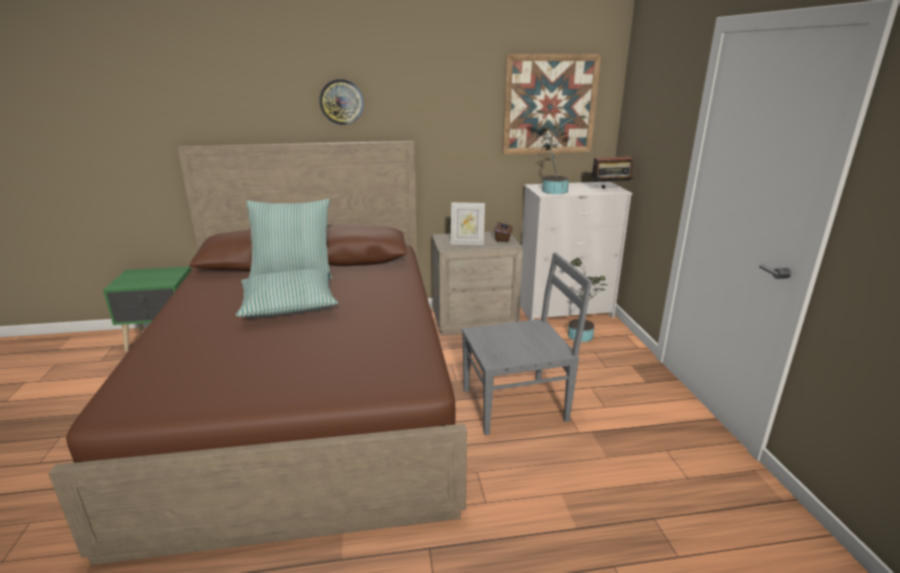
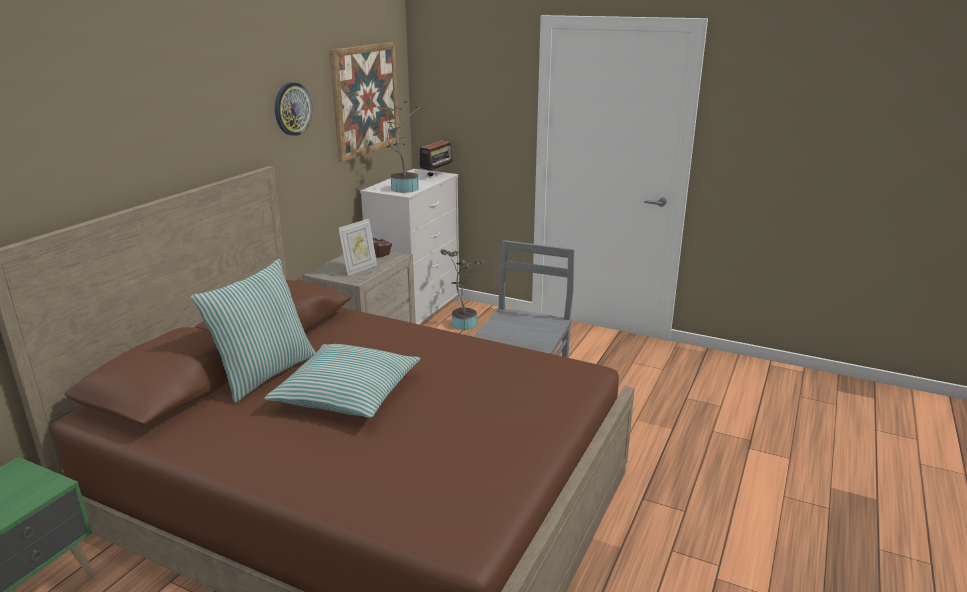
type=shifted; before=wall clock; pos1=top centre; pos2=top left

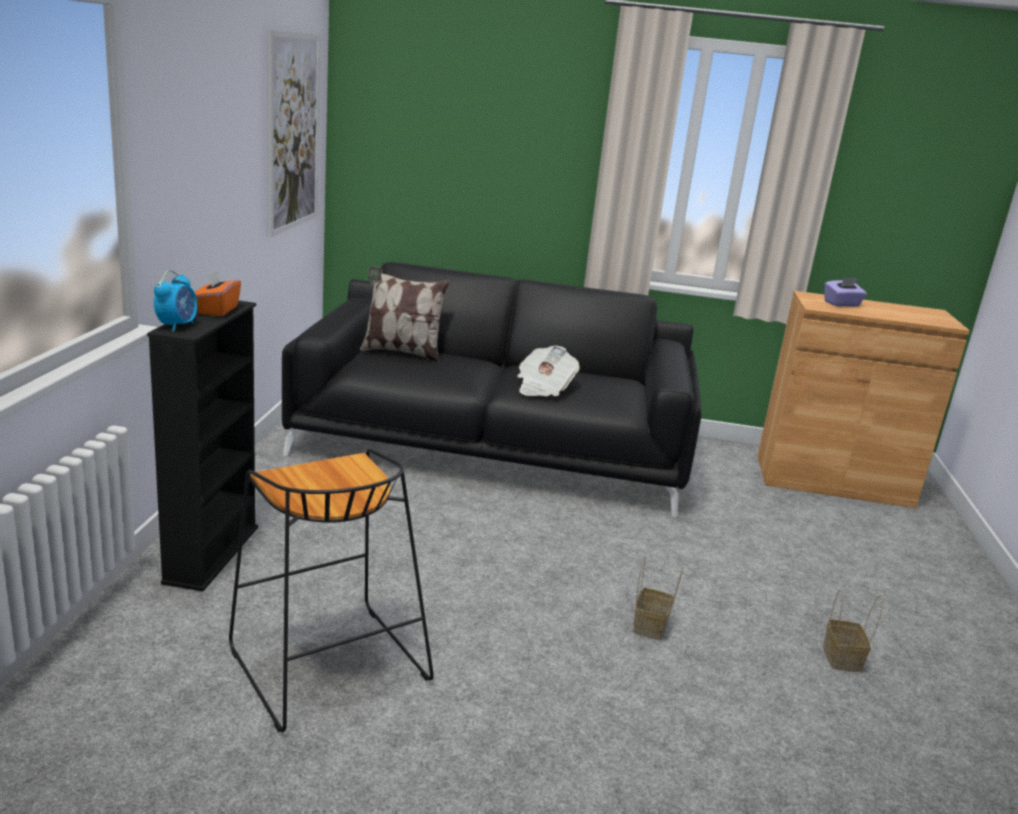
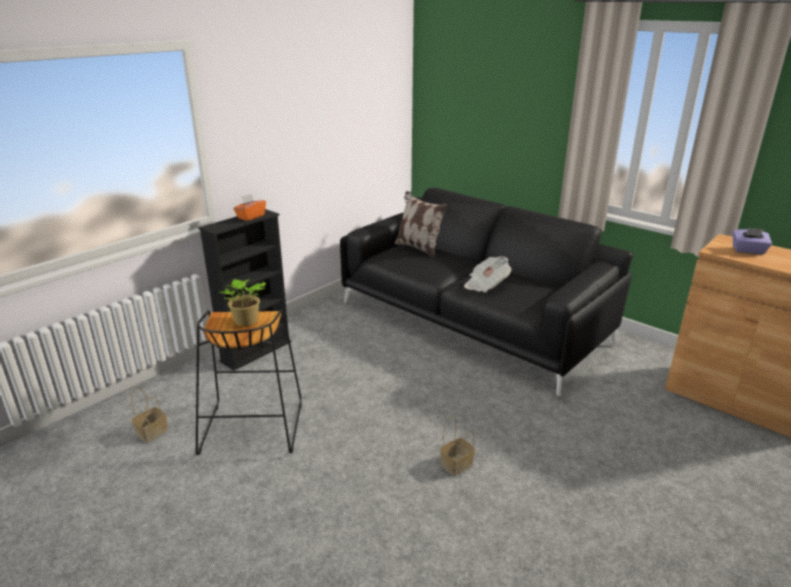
type=shifted; before=basket (no. 2 from left in the first image); after=basket (no. 1 from left); pos1=bottom right; pos2=bottom left
type=new; after=potted plant; pos2=middle left
type=gone; before=alarm clock; pos1=middle left
type=gone; before=picture; pos1=top left

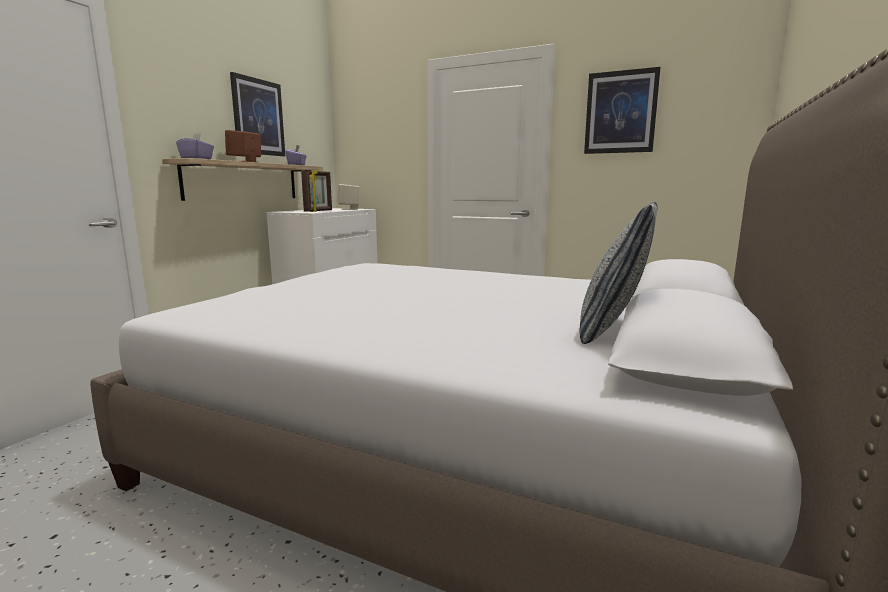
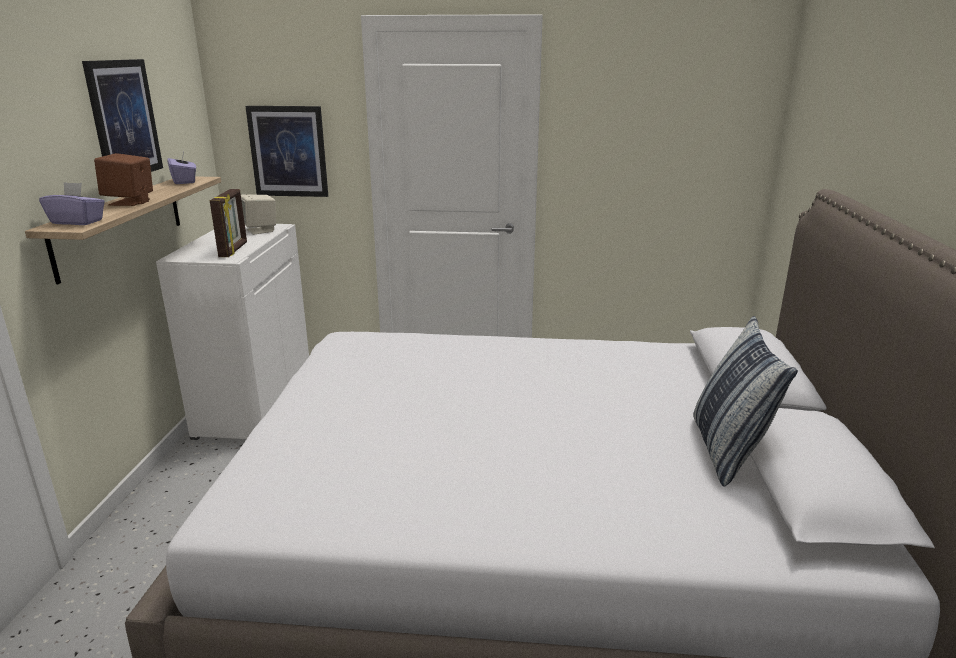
type=shifted; before=picture (no. 2 from left); pos1=top right; pos2=top left

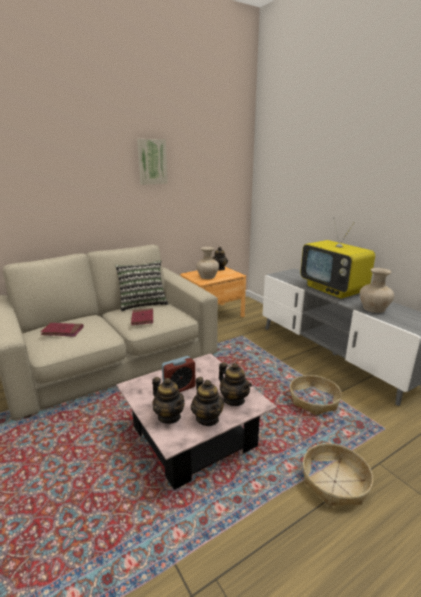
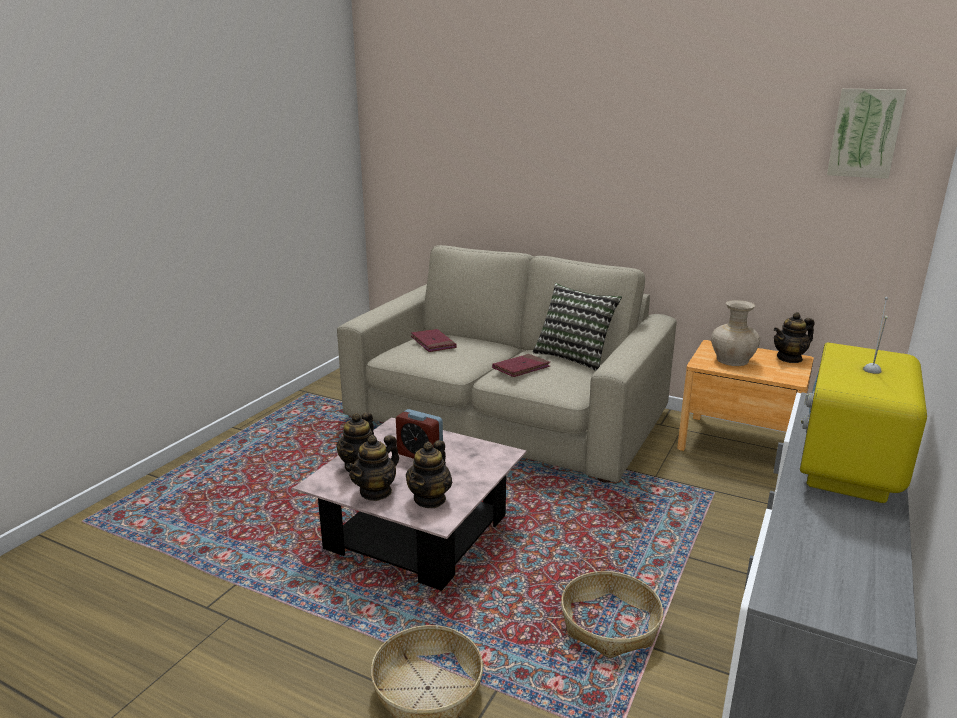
type=shifted; before=picture; pos1=top centre; pos2=top right
type=gone; before=beige vase (no. 2 from left); pos1=middle right

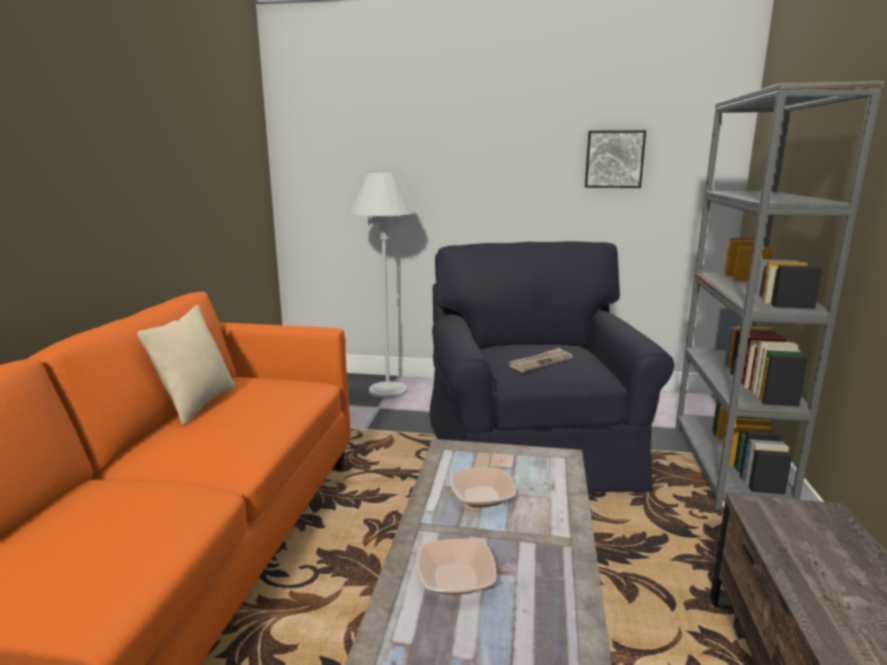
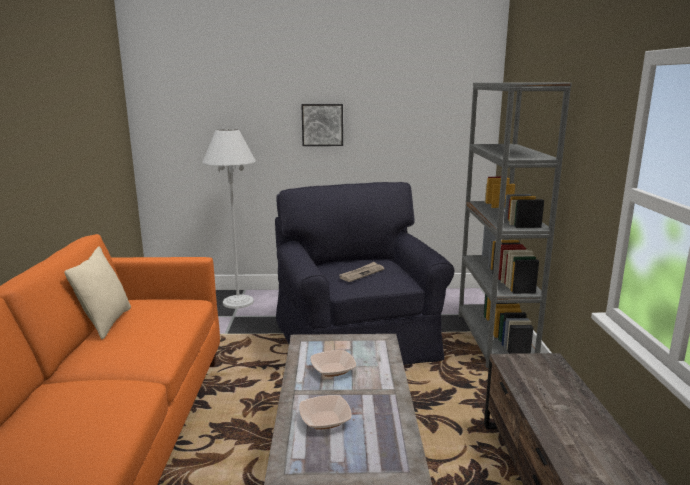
type=shifted; before=picture; pos1=top right; pos2=top centre

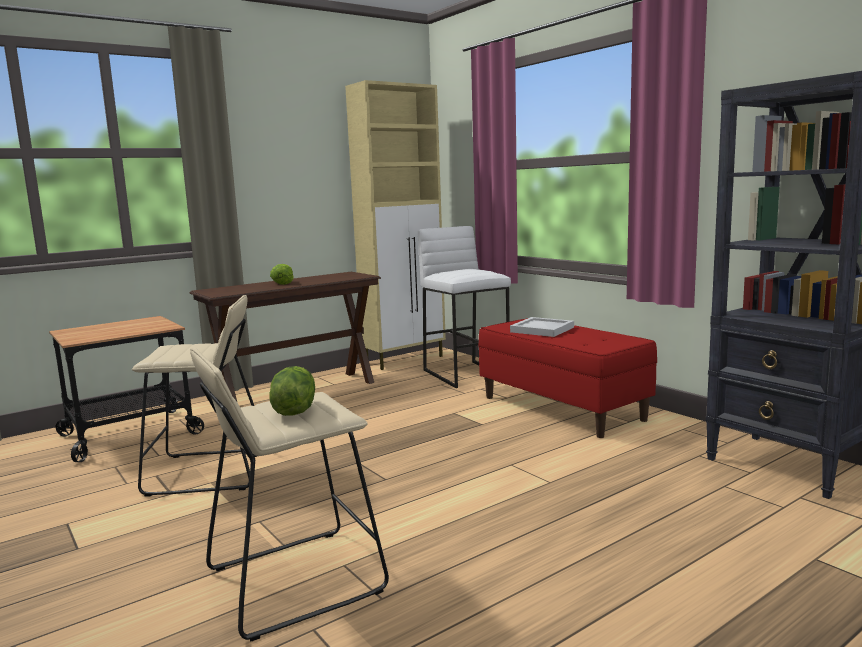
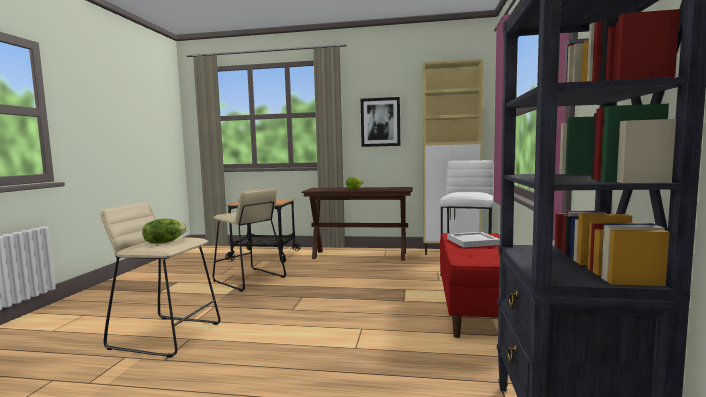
type=new; after=picture; pos2=top centre

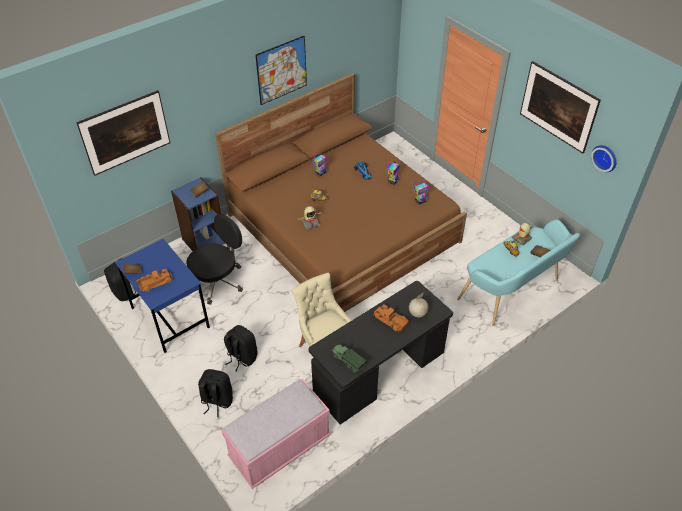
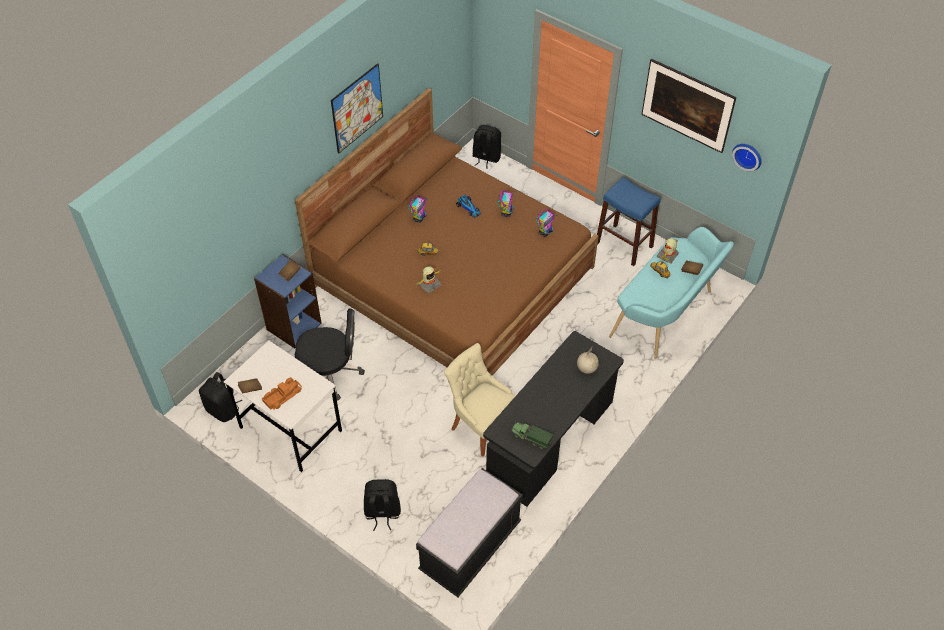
type=repainted; before=blue desk; after=white desk; pos1=middle left; pos2=middle left
type=rotated; before=black office chair; pos1=middle left; pos2=centre; turn=60
type=repainted; before=pink bench; after=black bench; pos1=bottom centre; pos2=bottom centre
type=shifted; before=black backpack (no. 3 from left); pos1=bottom centre; pos2=top centre
type=new; after=blue stool; pos2=centre
type=gone; before=picture (no. 1 from left); pos1=top left
type=gone; before=toy truck (no. 3 from left); pos1=centre

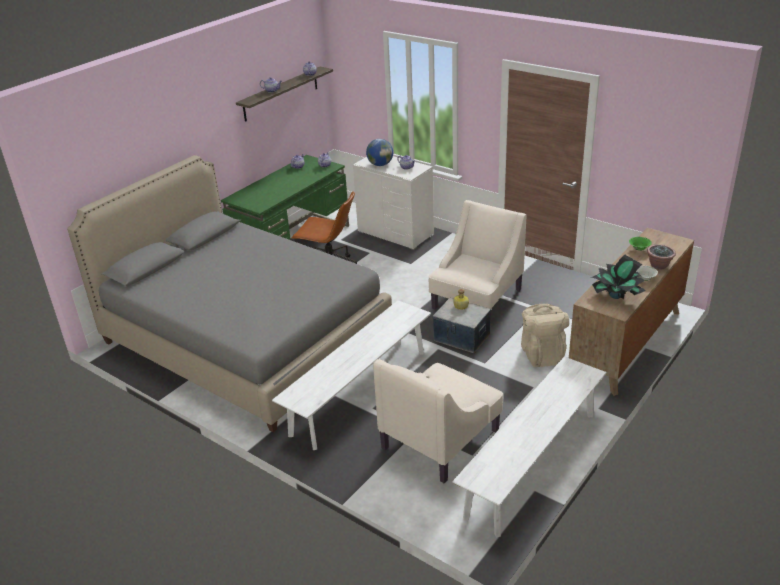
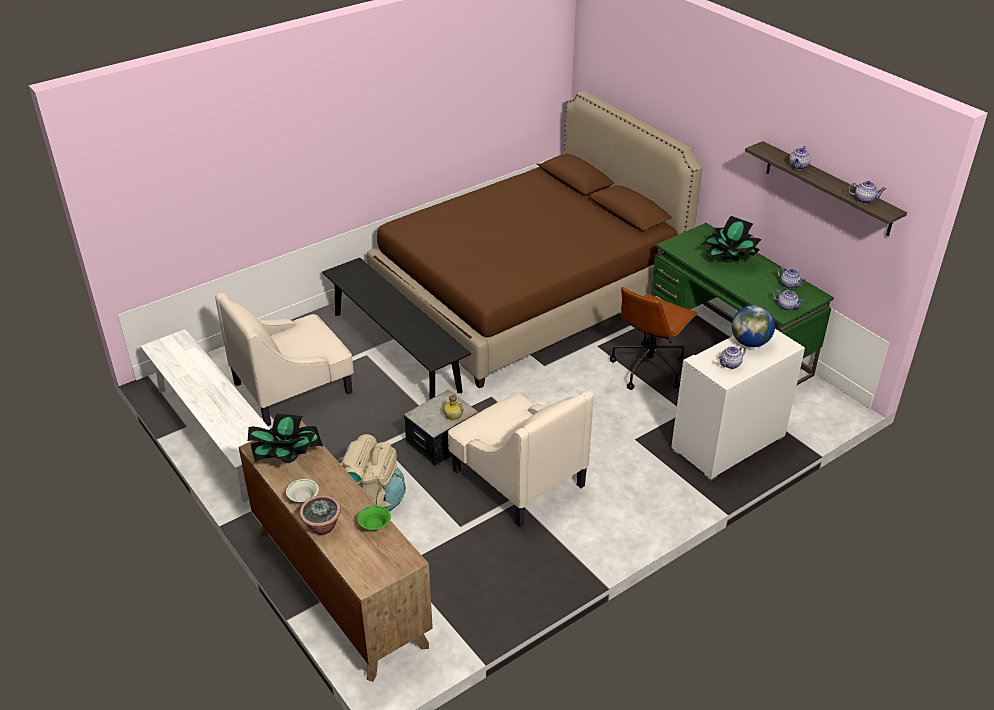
type=rotated; before=beige armchair (no. 1 from left); pos1=bottom centre; pos2=middle left; turn=-90
type=repainted; before=white bench (no. 1 from left); after=black bench; pos1=centre; pos2=centre
type=repainted; before=grey bed; after=brown bed; pos1=middle left; pos2=centre
type=new; after=potted plant (no. 3 from left); pos2=middle right

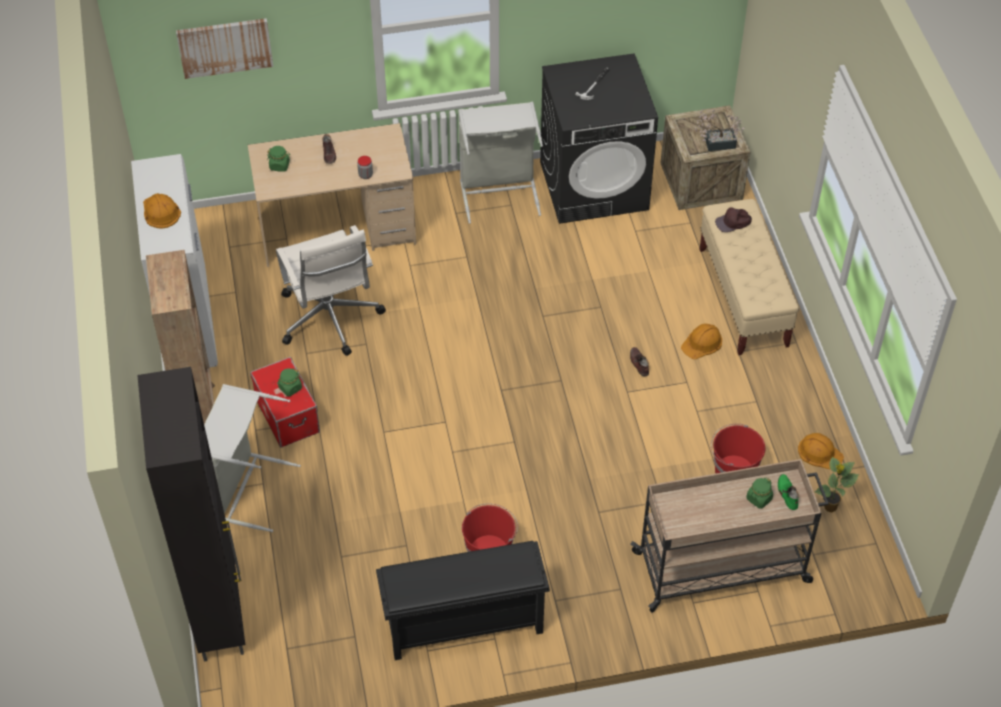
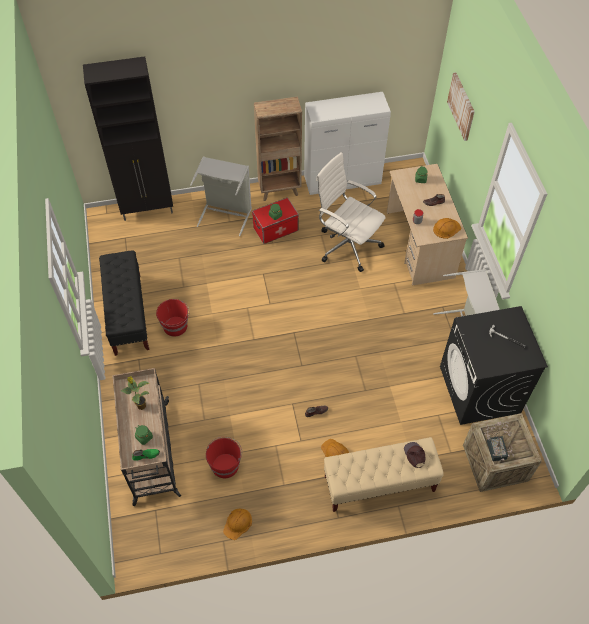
type=swapped; before=black shoe rack; after=black bench; pos1=bottom centre; pos2=middle left
type=shifted; before=potted plant (no. 2 from left in the first image); after=potted plant (no. 1 from left); pos1=bottom right; pos2=middle left
type=rotated; before=white office chair; pos1=middle left; pos2=centre; turn=60
type=shifted; before=orange hard hat (no. 1 from left in the first image); after=orange hard hat (no. 3 from left); pos1=top left; pos2=middle right

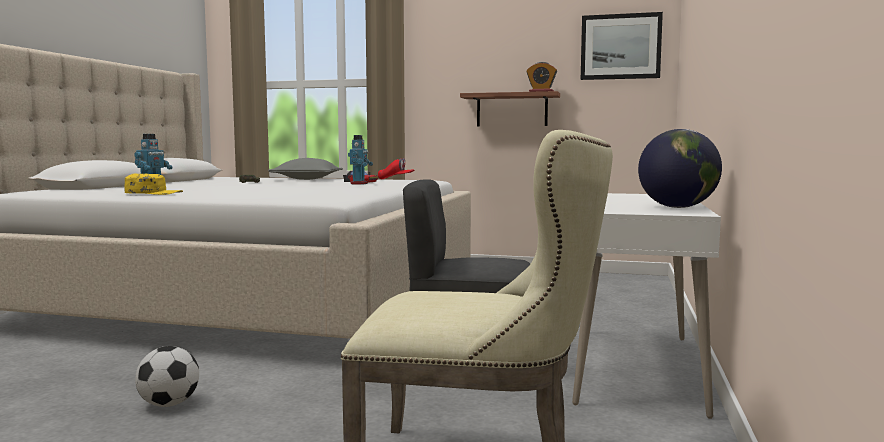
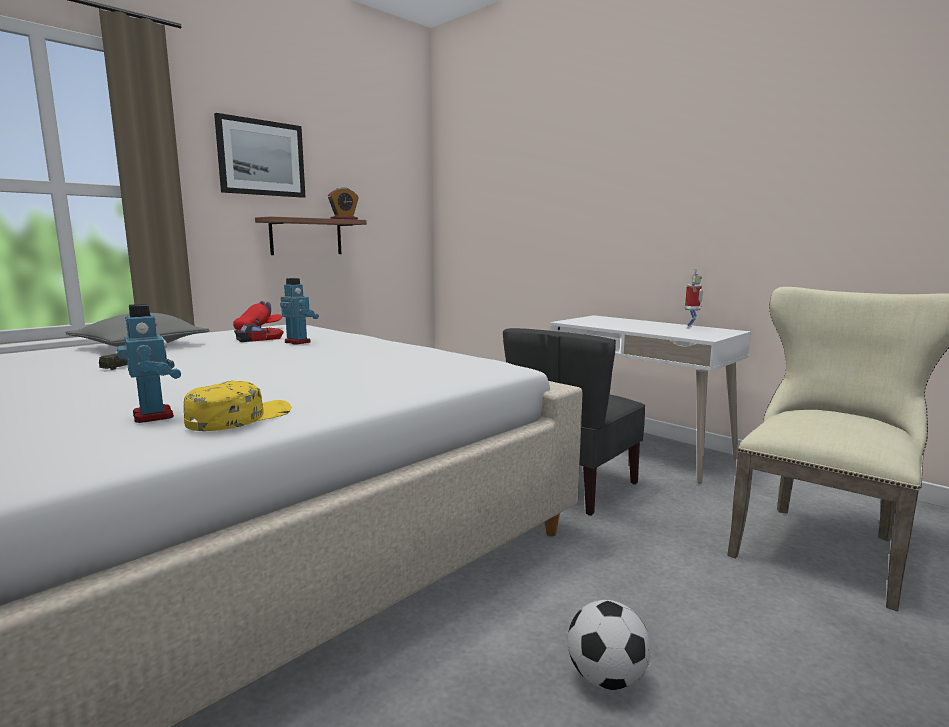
type=shifted; before=picture; pos1=top right; pos2=top left
type=swapped; before=globe; after=toy robot (no. 3 from left); pos1=middle right; pos2=middle right

